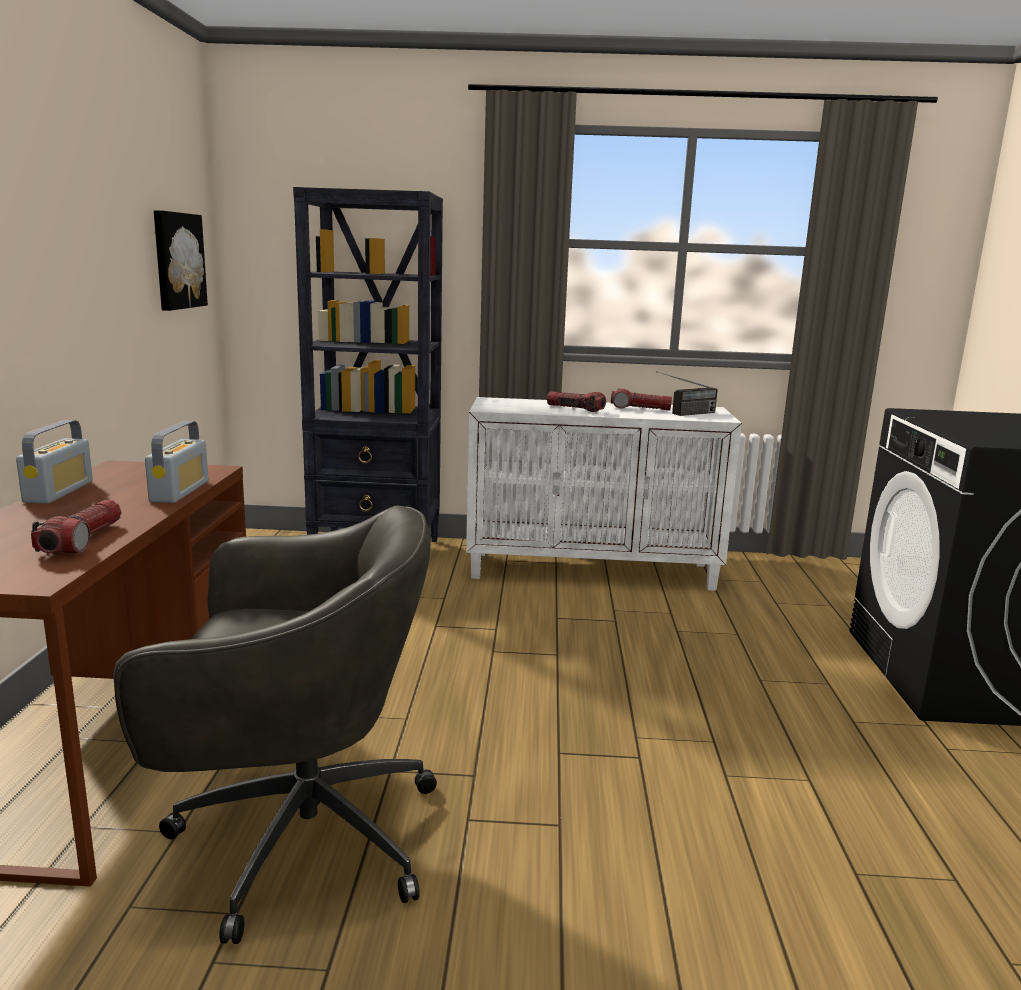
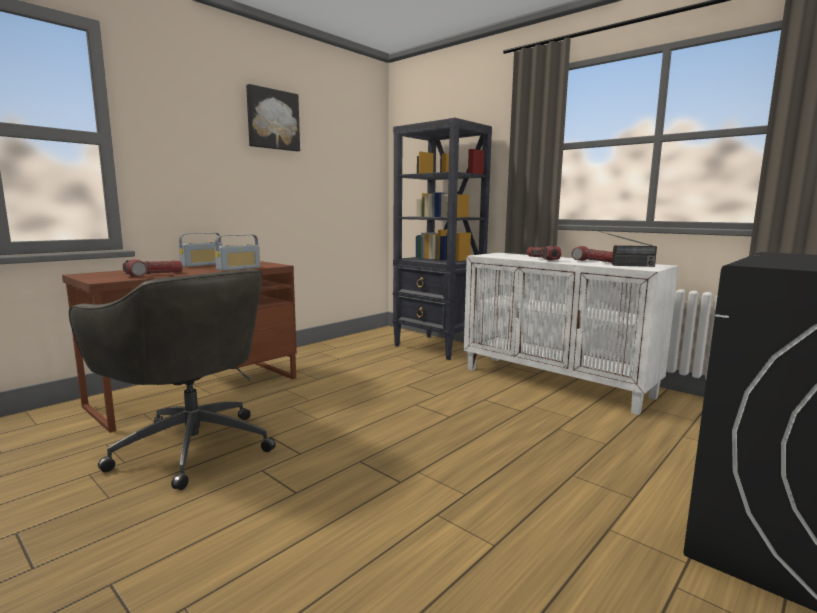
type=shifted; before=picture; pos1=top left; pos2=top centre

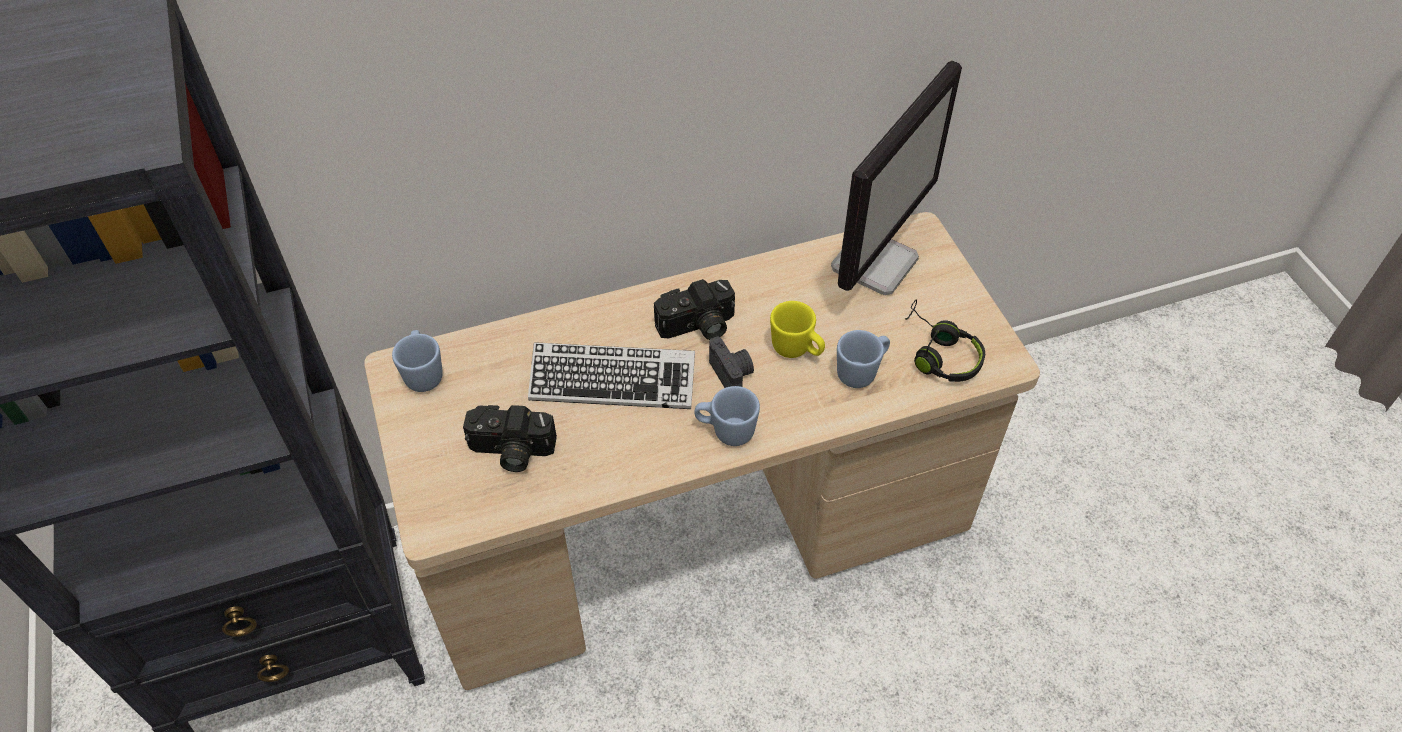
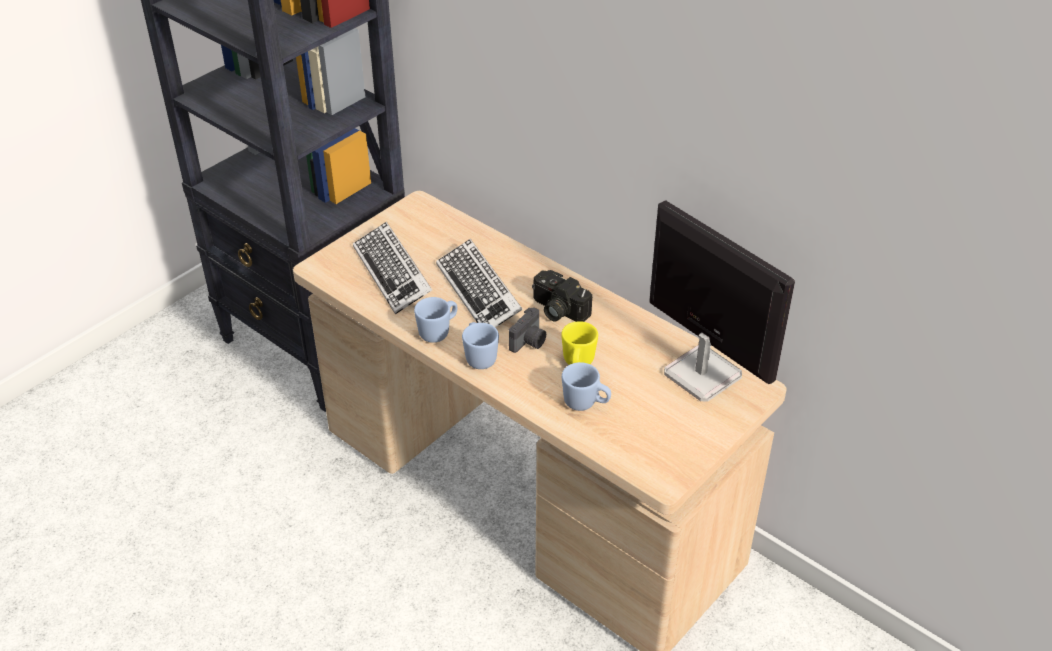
type=swapped; before=photo camera (no. 1 from left); after=keyboard (no. 1 from left); pos1=centre; pos2=centre
type=shifted; before=blue mug (no. 1 from left); pos1=middle left; pos2=centre
type=rotated; before=monitor; pos1=top centre; pos2=middle right; turn=-135
type=gone; before=black headphones; pos1=middle right

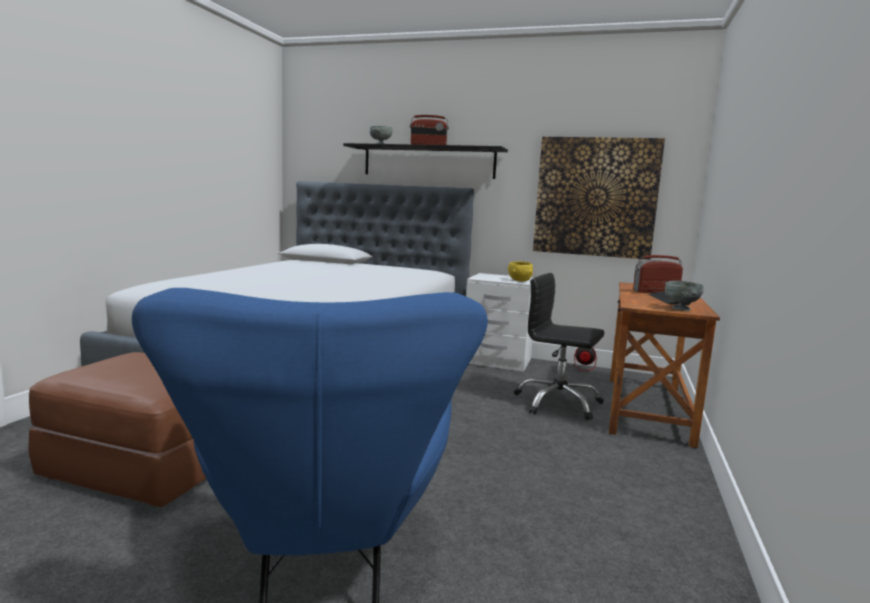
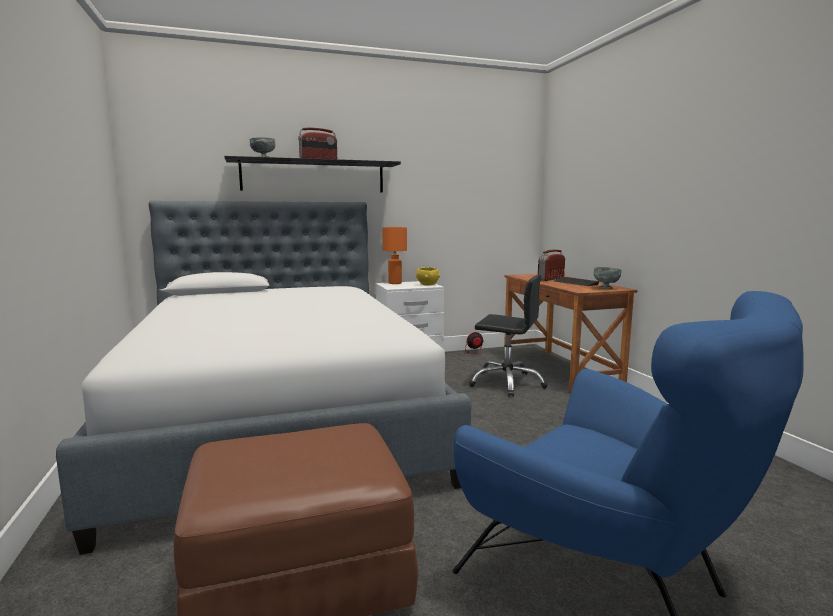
type=new; after=orange table lamp; pos2=centre
type=rotated; before=black office chair; pos1=centre; pos2=centre; turn=-150
type=gone; before=picture; pos1=top right

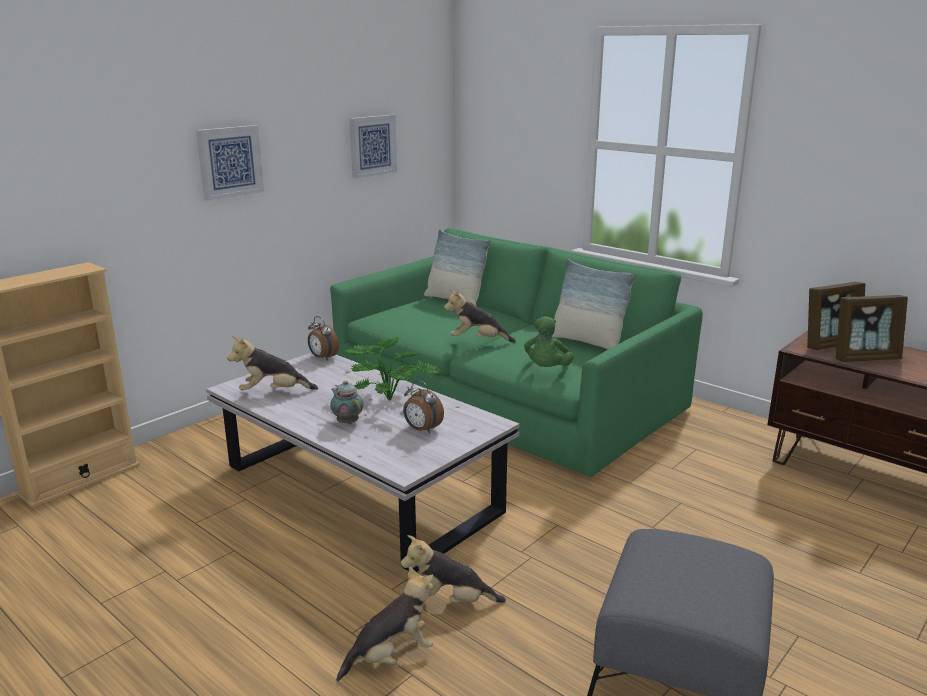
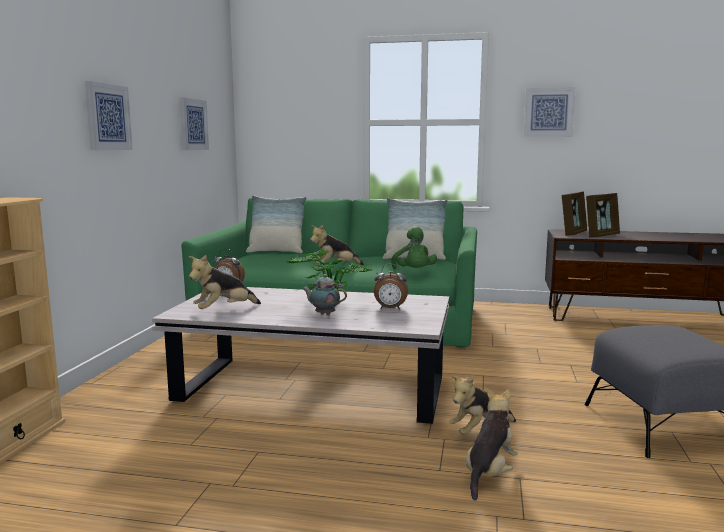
type=new; after=picture (no. 3 from left); pos2=top right

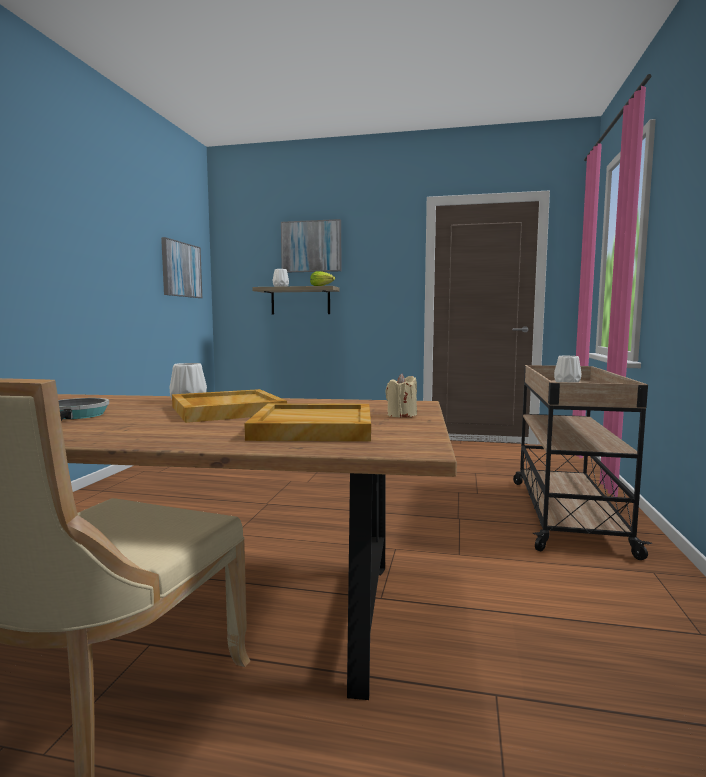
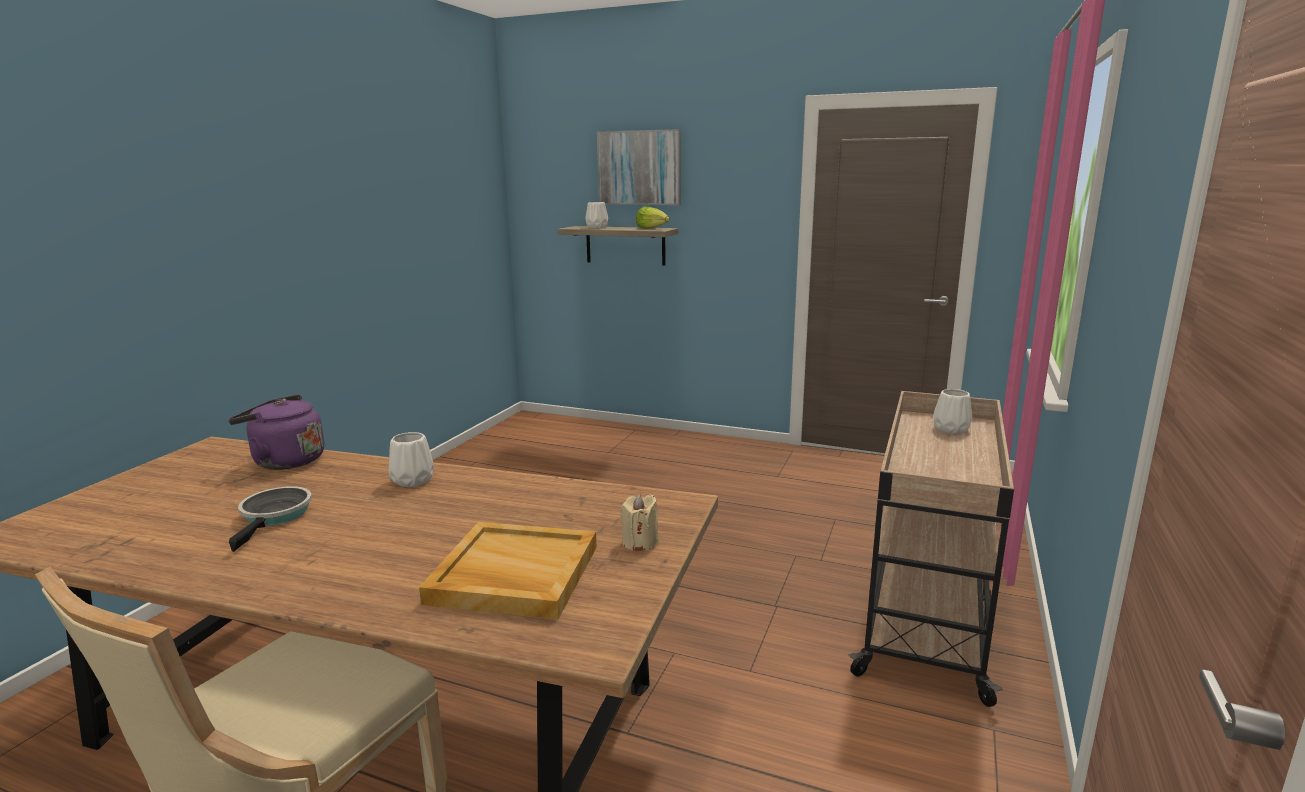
type=new; after=purple kettle; pos2=middle left
type=gone; before=picture (no. 1 from left); pos1=middle left
type=gone; before=beige tray (no. 1 from left); pos1=middle left

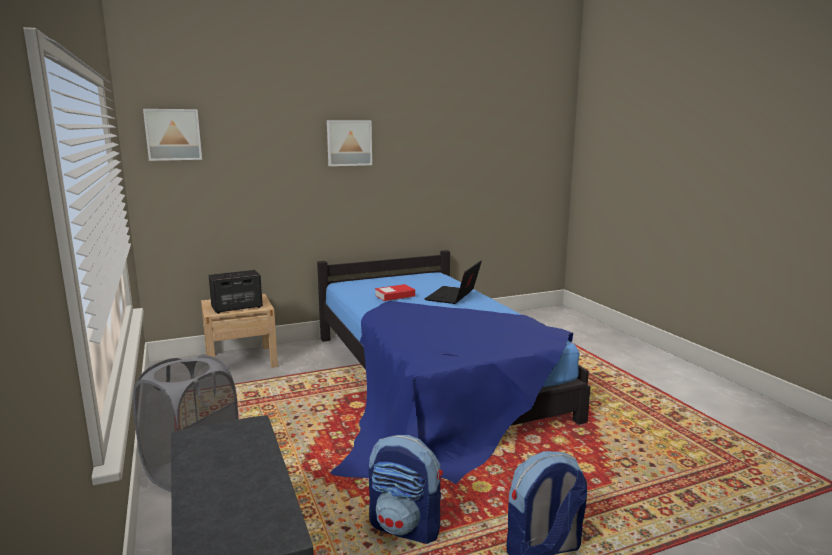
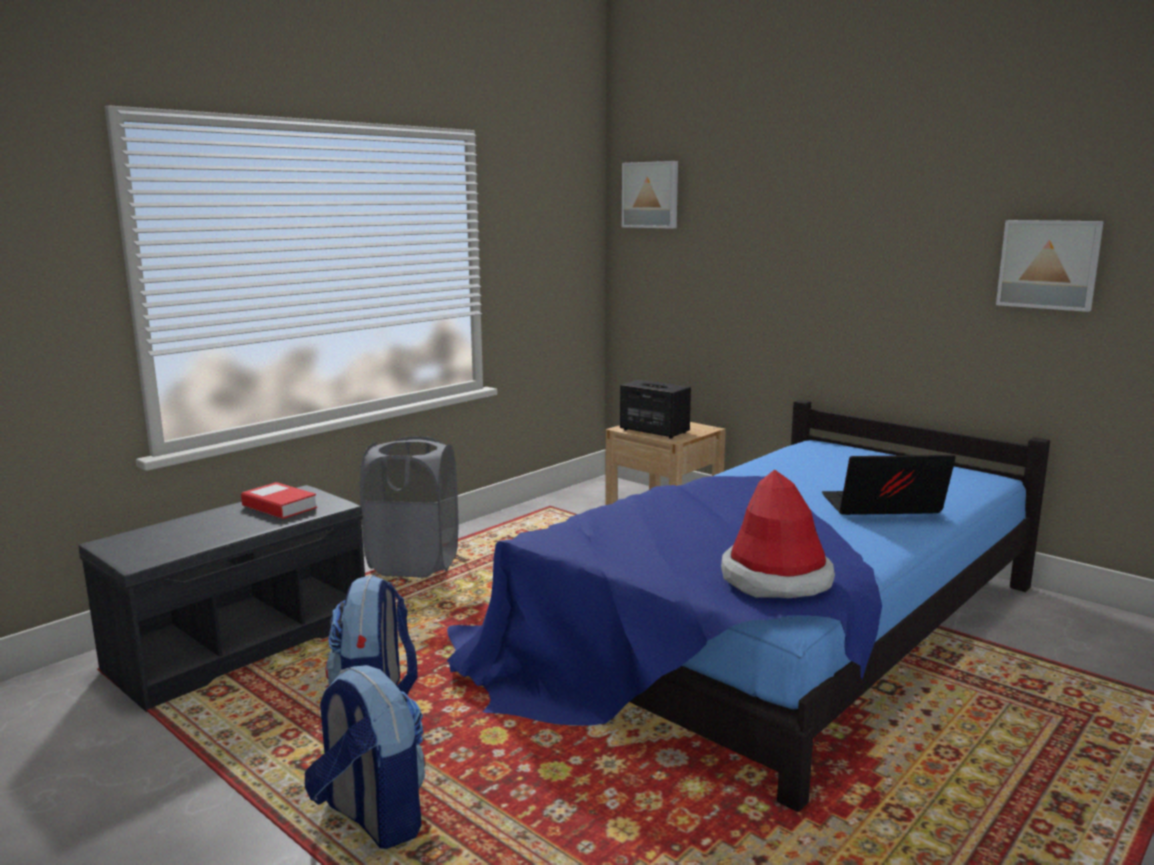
type=shifted; before=book; pos1=centre; pos2=middle left
type=new; after=hat; pos2=middle right
type=shifted; before=picture (no. 2 from left); pos1=top centre; pos2=top right

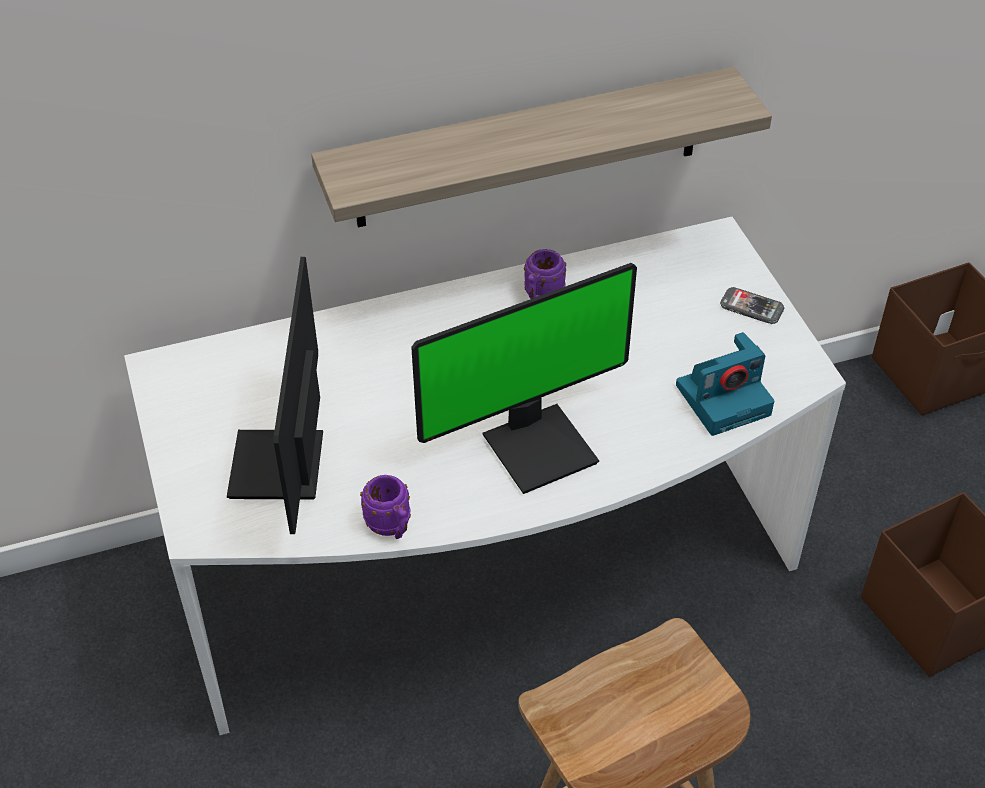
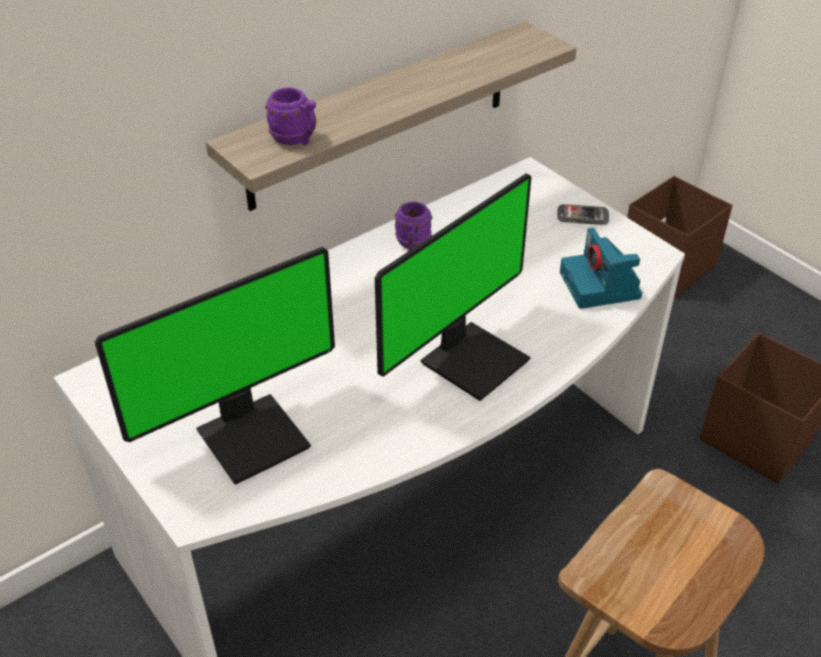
type=rotated; before=monitor (no. 1 from left); pos1=middle left; pos2=middle left; turn=-105
type=shifted; before=purple mug (no. 1 from left); pos1=centre; pos2=top centre
type=rotated; before=photo camera; pos1=middle right; pos2=middle right; turn=120

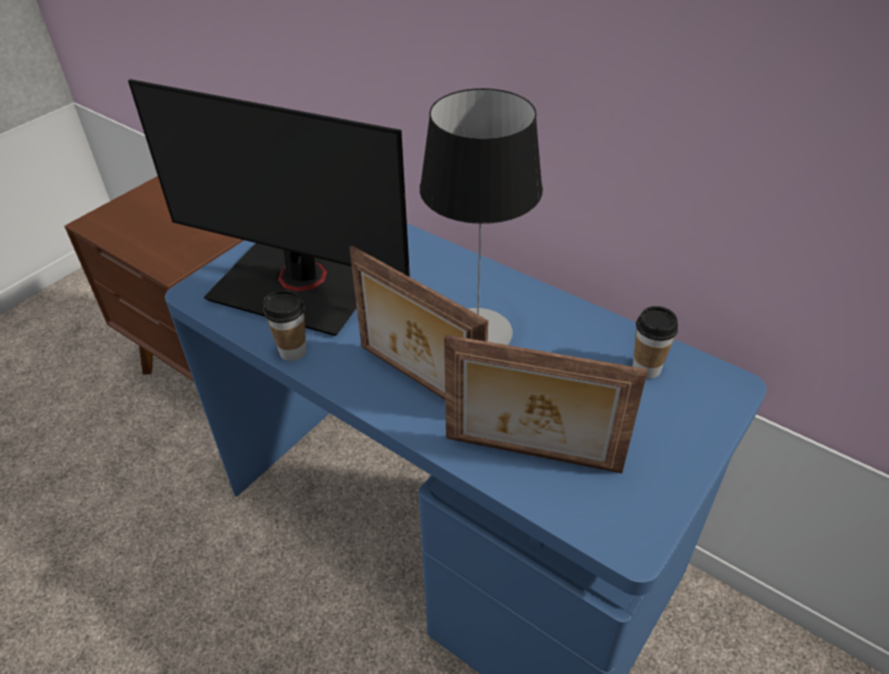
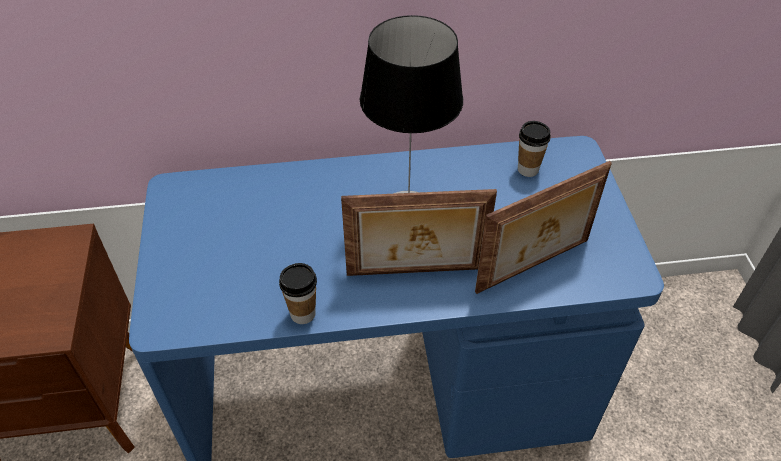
type=gone; before=monitor; pos1=top left

